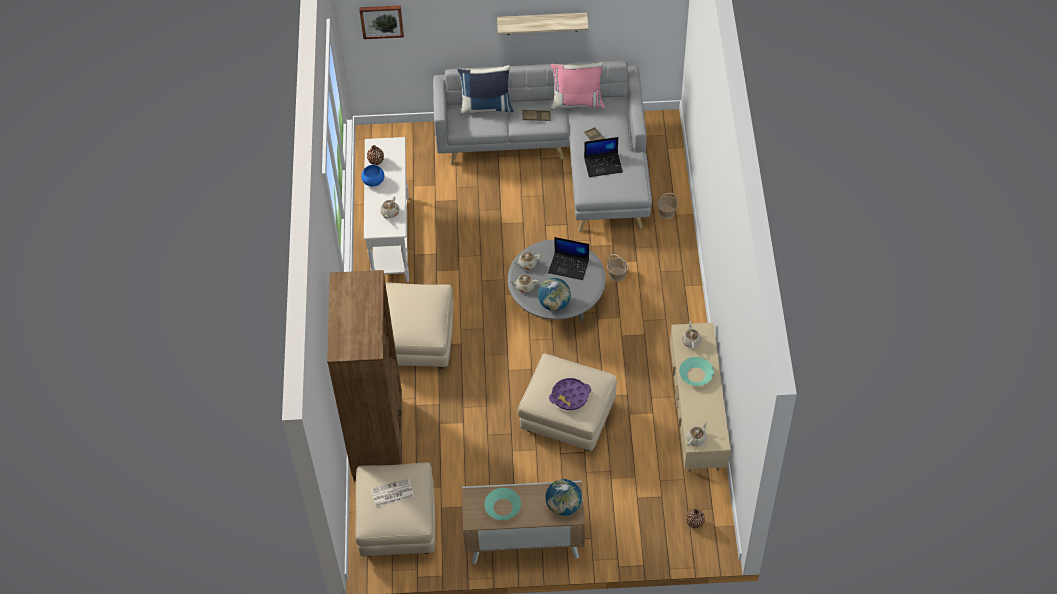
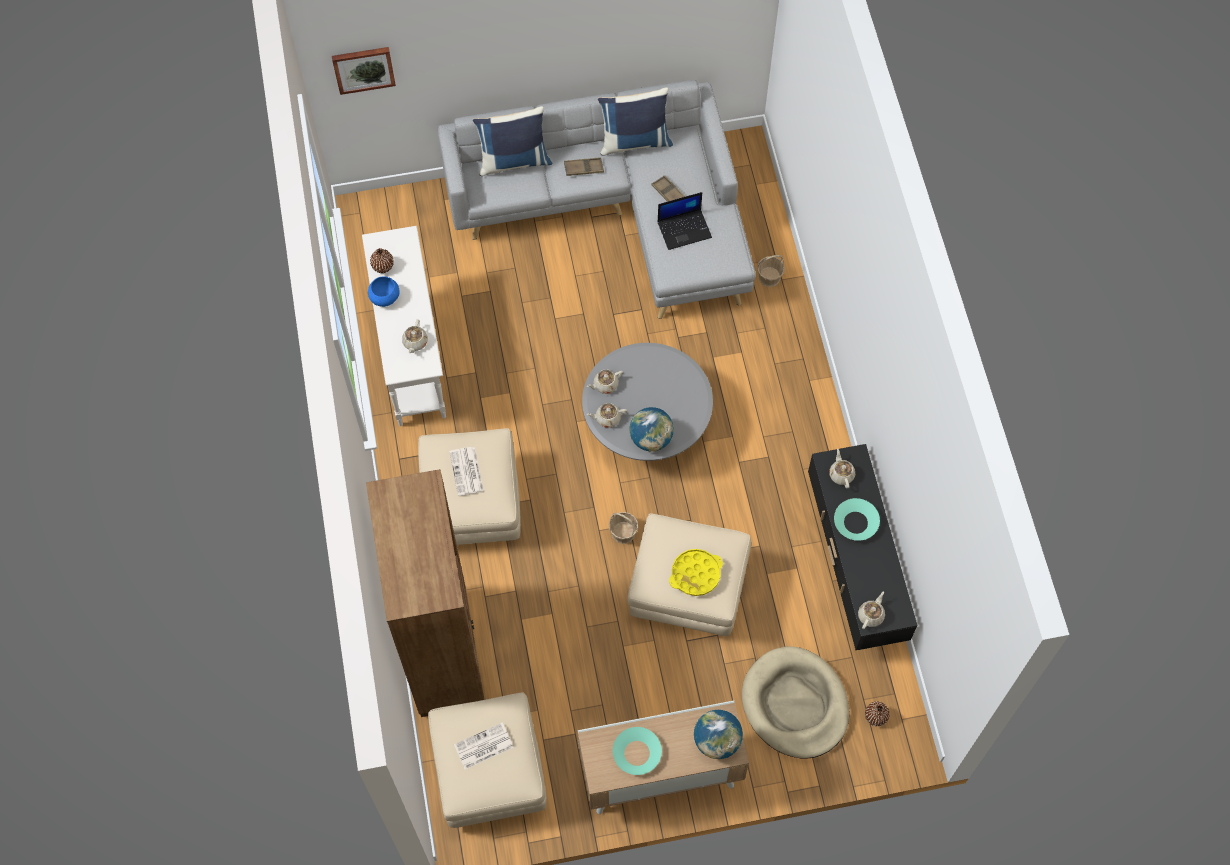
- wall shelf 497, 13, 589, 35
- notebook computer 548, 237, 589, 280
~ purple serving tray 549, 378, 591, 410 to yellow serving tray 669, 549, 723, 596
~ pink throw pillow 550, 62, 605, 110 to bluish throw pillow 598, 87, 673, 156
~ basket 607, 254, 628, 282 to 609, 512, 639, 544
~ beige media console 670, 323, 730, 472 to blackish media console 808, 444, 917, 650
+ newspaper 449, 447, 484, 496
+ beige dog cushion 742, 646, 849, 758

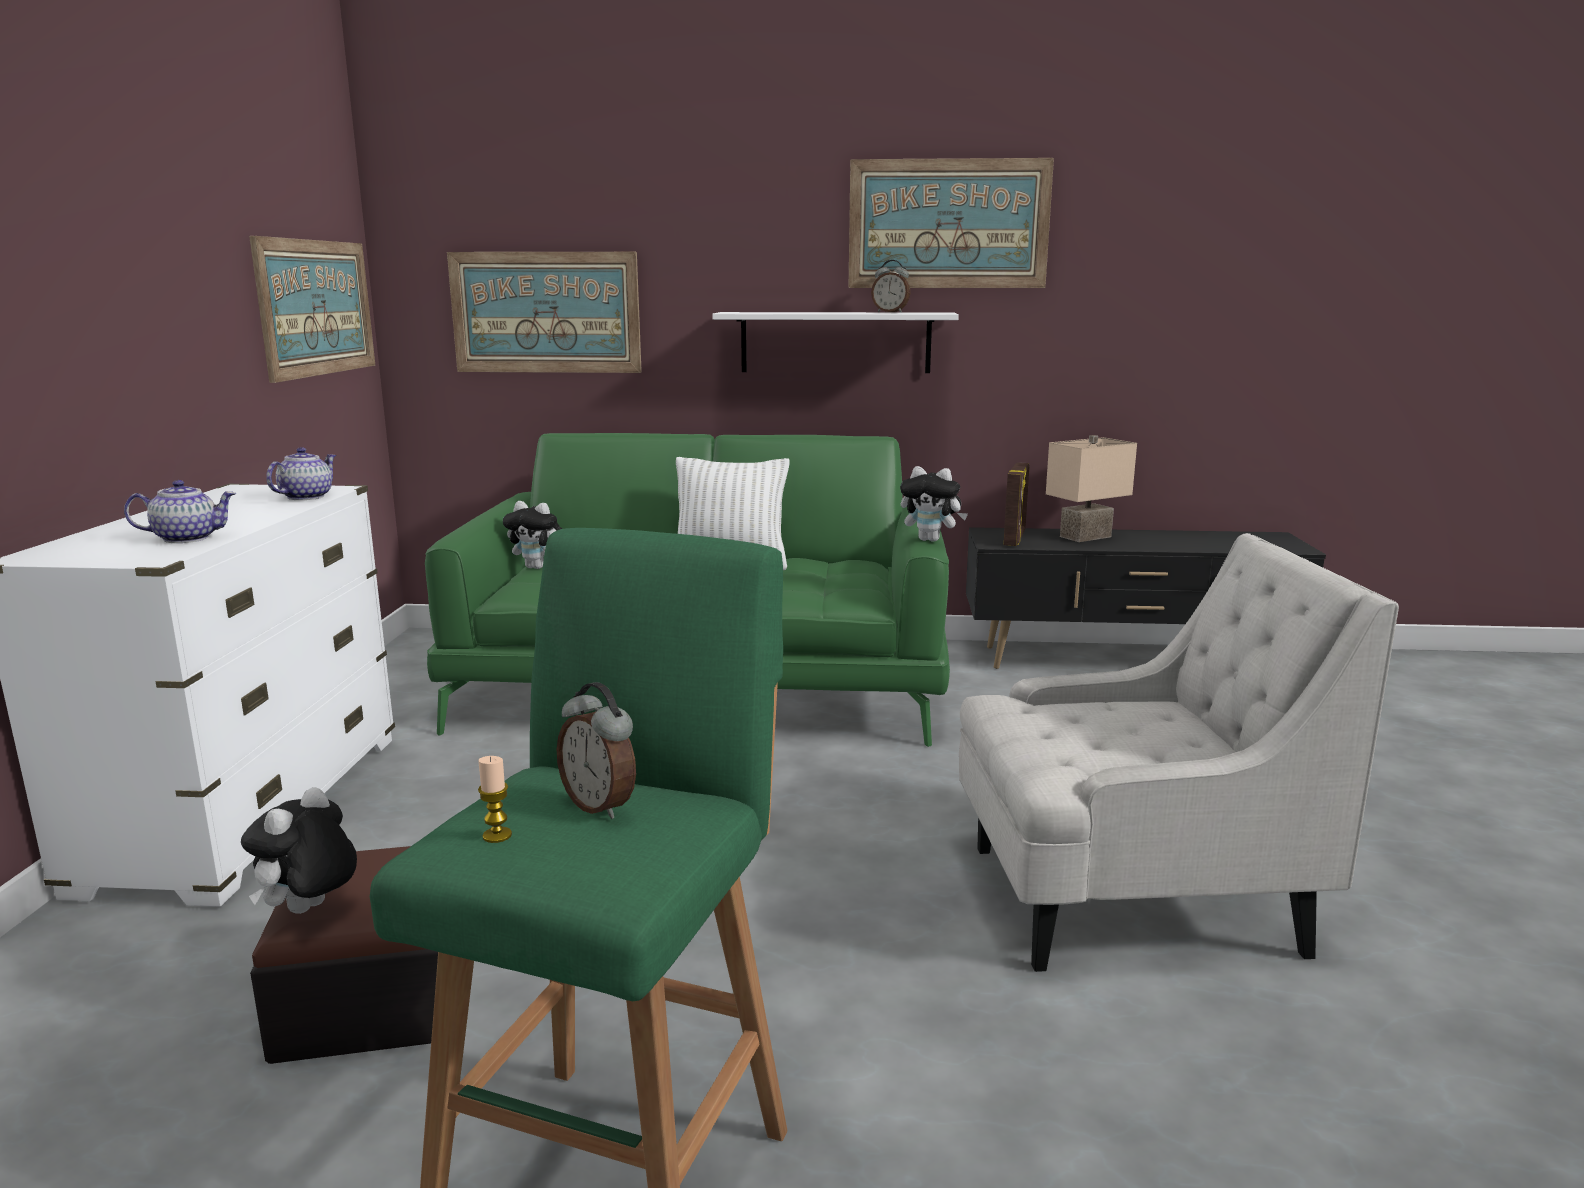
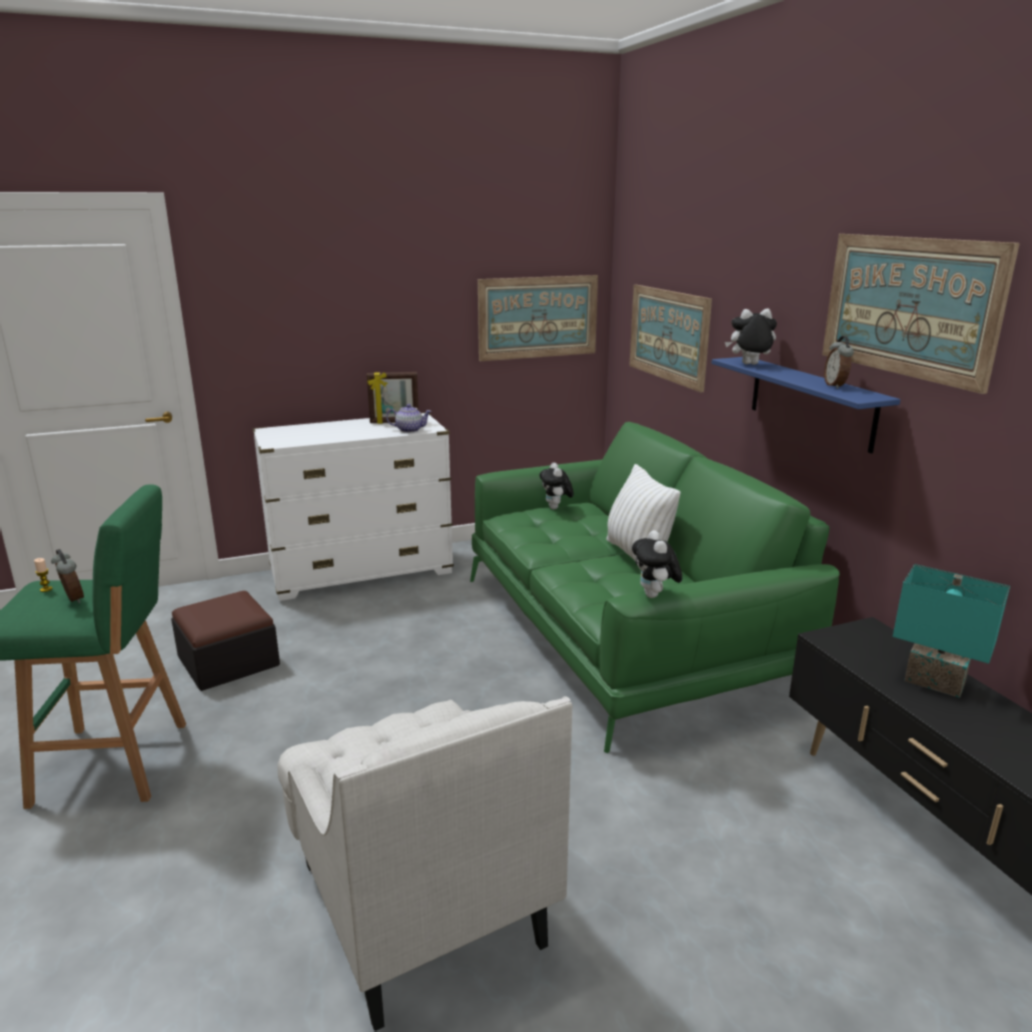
- tea pot 124, 480, 236, 543
~ soft toy 241, 787, 357, 914 to 725, 308, 777, 365
~ alarm clock 557, 682, 636, 819 = 51, 549, 84, 603 120 degrees clockwise
~ whitish wall shelf 713, 312, 959, 373 to bluish wall shelf 711, 357, 900, 454
~ picture frame 1003, 462, 1029, 546 to 367, 372, 419, 424
~ beige lamp for a table 1046, 435, 1137, 542 to turquoise-coloured lamp for a table 893, 564, 1010, 698

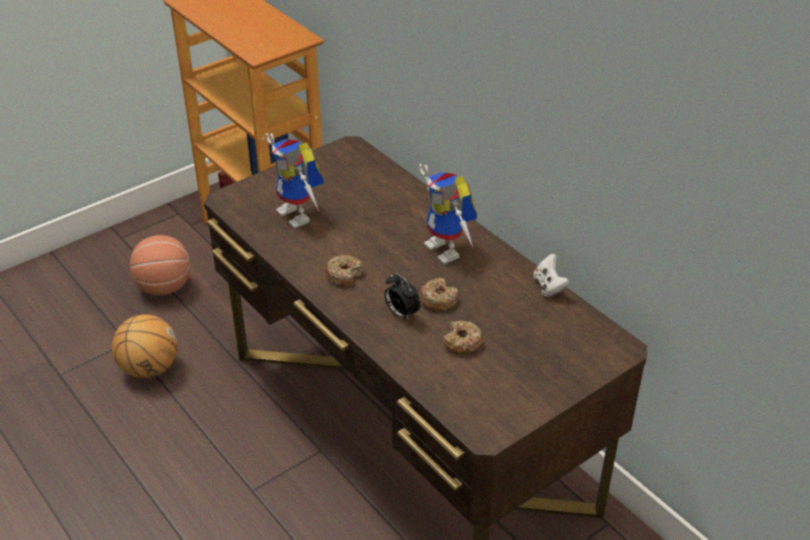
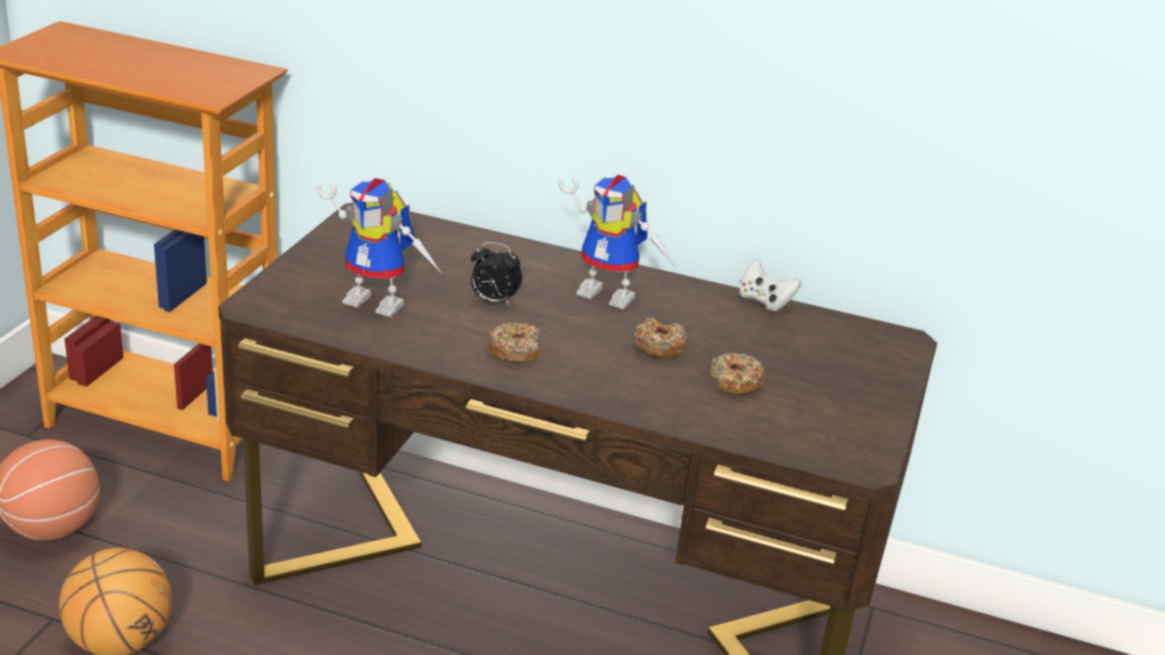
~ alarm clock 384, 273, 421, 320 to 471, 242, 522, 306

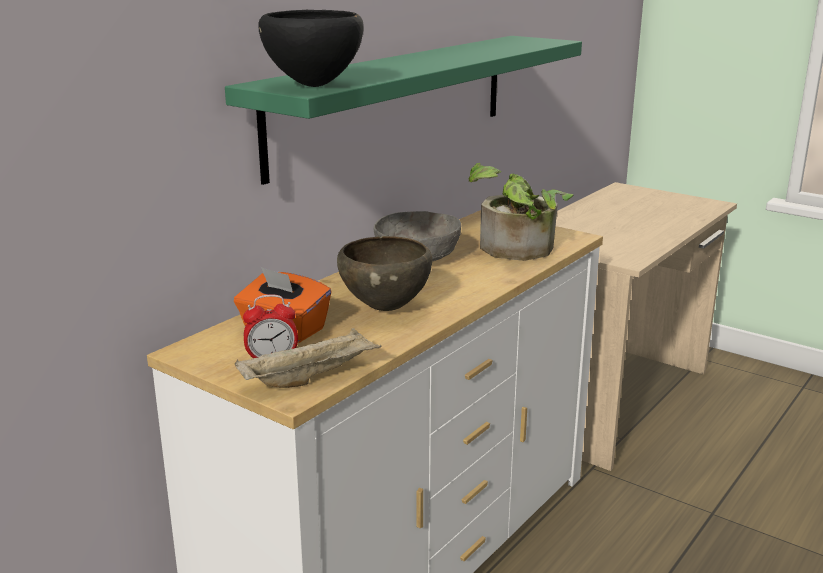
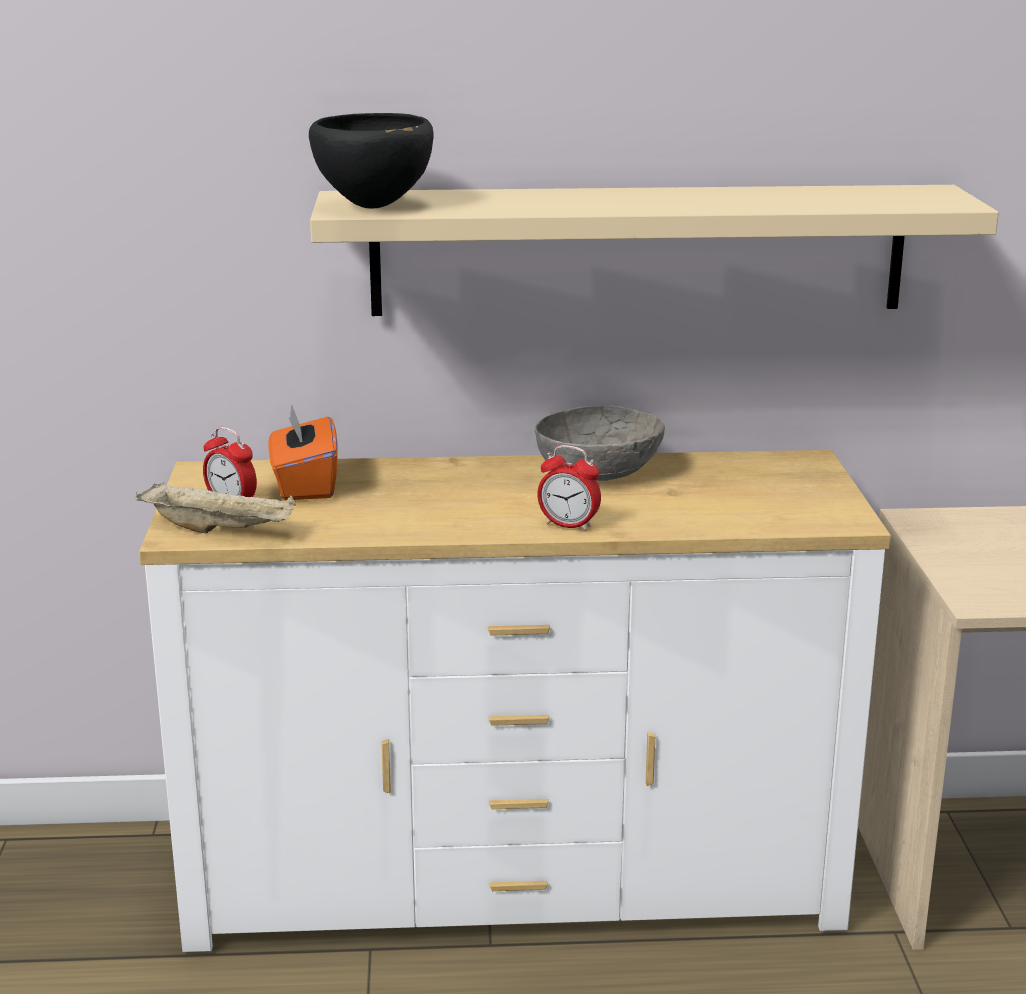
~ greenish wall shelf 225, 36, 582, 185 to beige wall shelf 310, 185, 999, 316
- brown serving bowl 337, 236, 432, 311
- houseplant 469, 163, 574, 261
+ alarm clock 537, 445, 601, 531

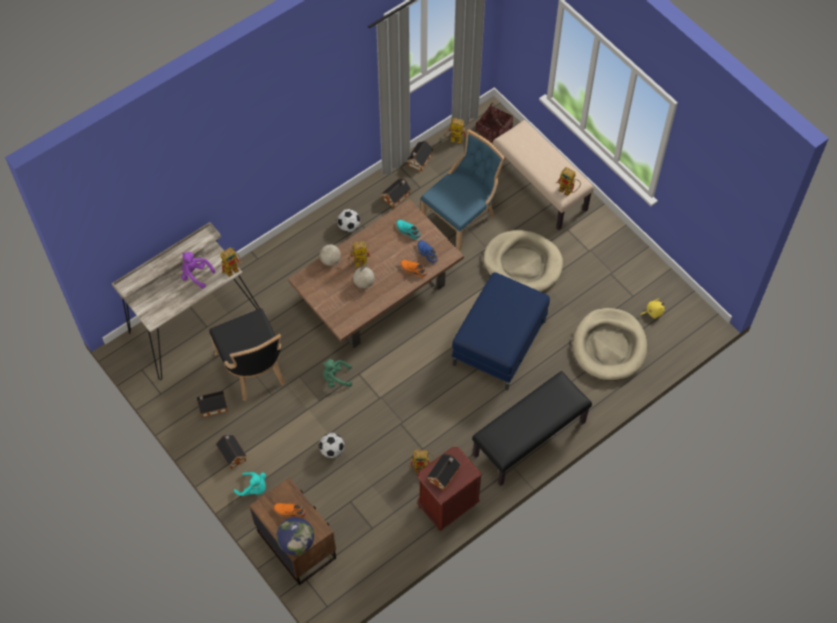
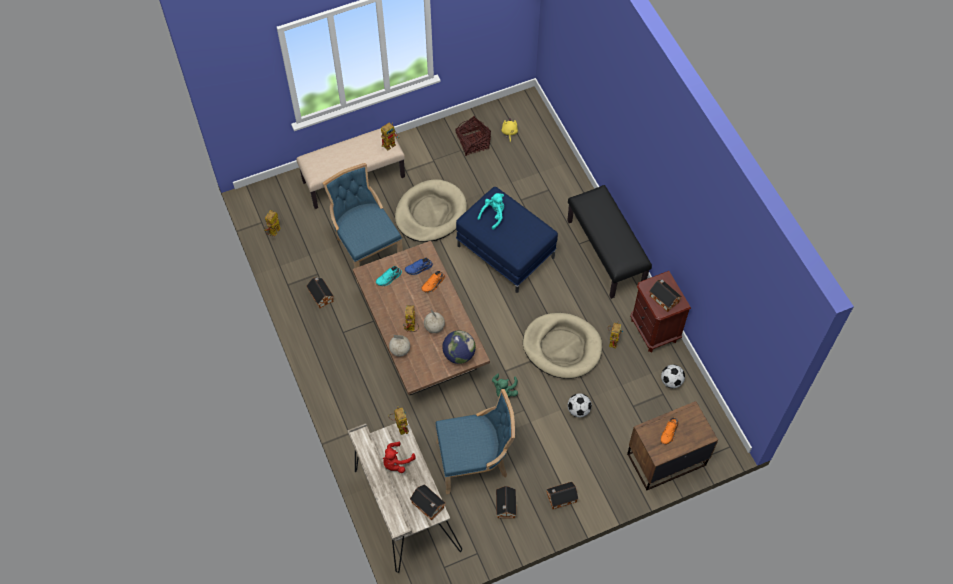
~ purple soft toy 181, 252, 215, 288 to red soft toy 383, 442, 416, 473
~ blackish chair 209, 308, 285, 401 to bluish chair 435, 389, 515, 494
~ turquoise-coloured soft toy 234, 472, 266, 496 to 478, 193, 504, 230
~ world globe 276, 517, 314, 555 to 442, 330, 476, 364
~ football ball 337, 209, 360, 232 to 661, 365, 685, 388
~ miniature house 407, 141, 433, 172 to 410, 484, 445, 520
~ basket 475, 103, 513, 144 to 455, 116, 491, 156
~ beige dog cushion 573, 308, 647, 381 to 523, 313, 602, 379

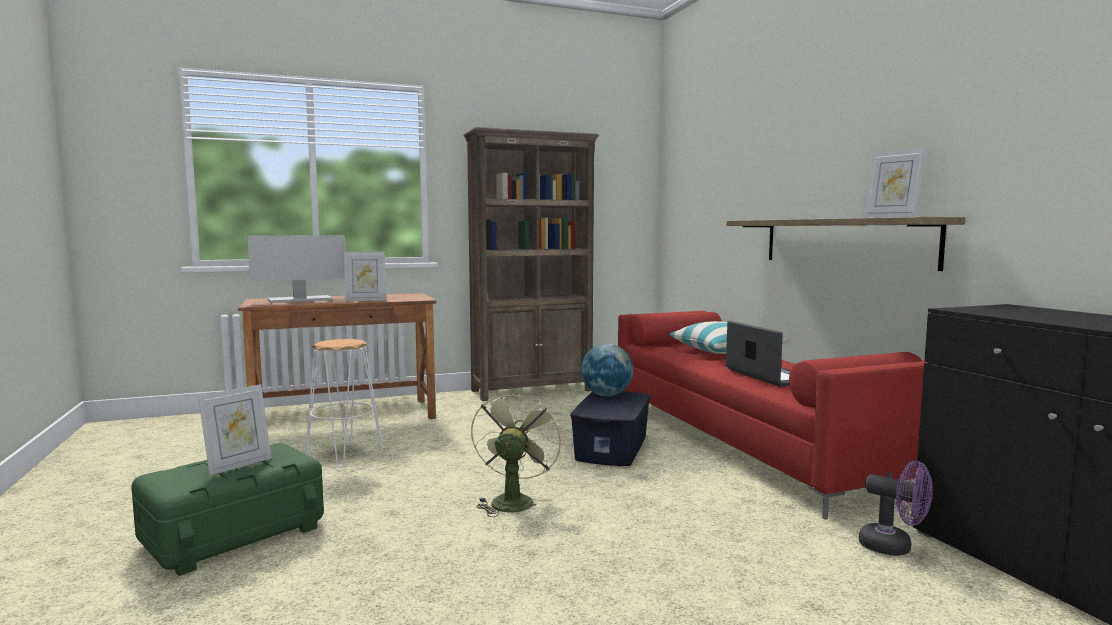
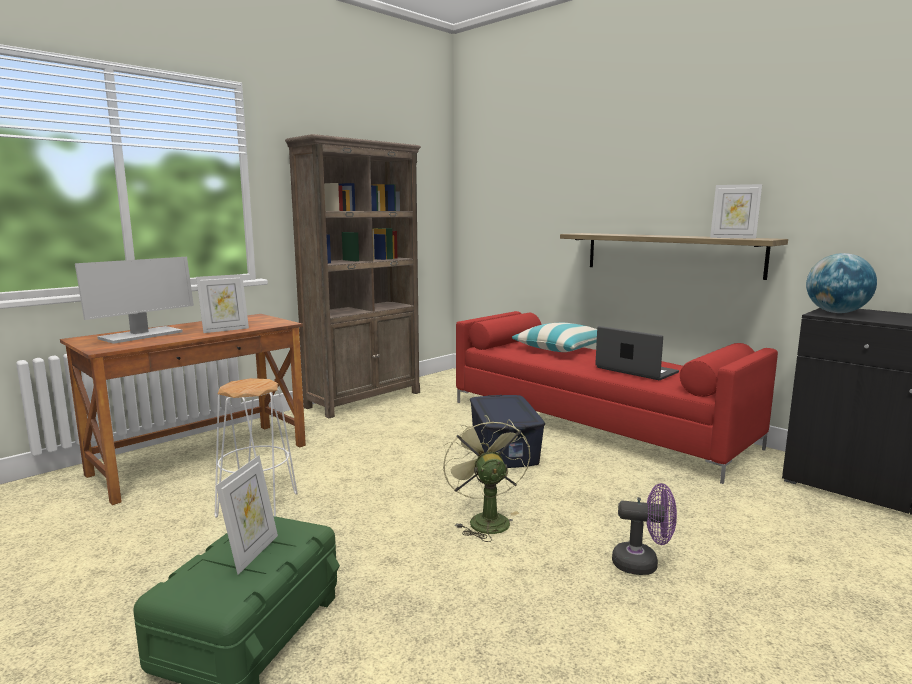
~ world globe 581, 344, 633, 396 to 806, 253, 877, 313
~ purple electric fan 859, 461, 933, 556 to 612, 483, 677, 575

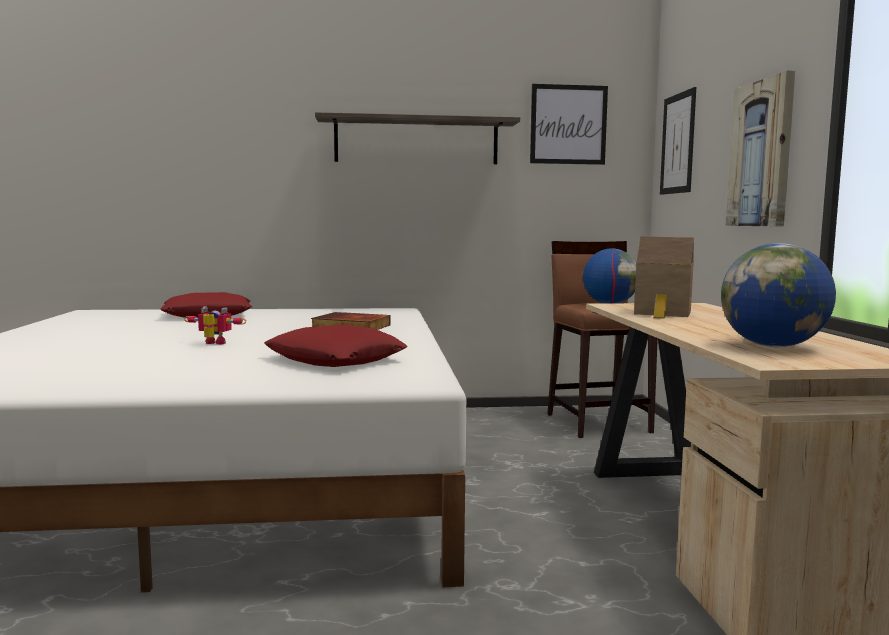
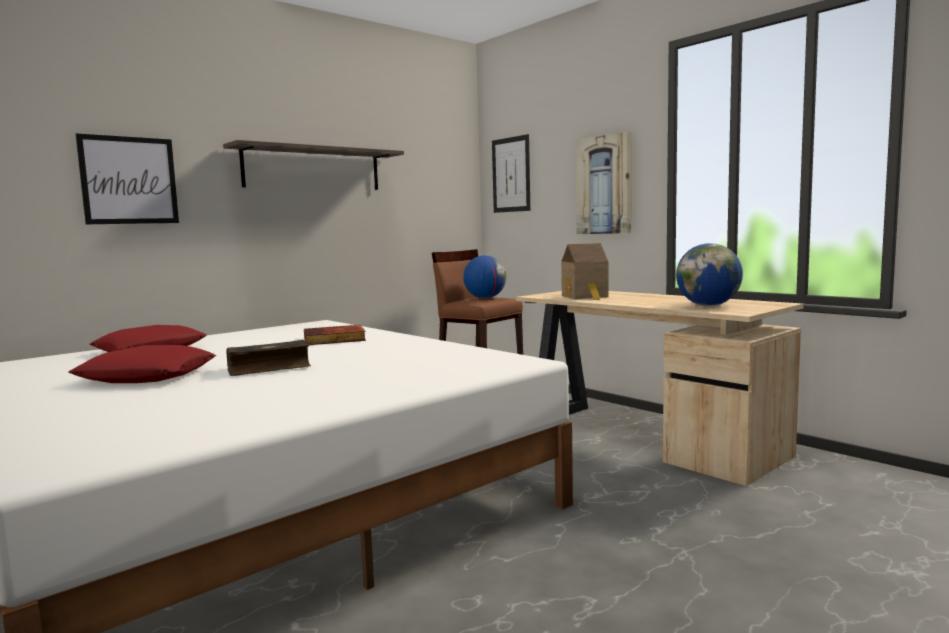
~ model robot 184, 306, 246, 345 to volume 226, 340, 311, 376
~ red throw pillow 264, 324, 408, 367 to 68, 345, 216, 383
~ wall picture 530, 84, 608, 165 to 76, 133, 179, 224

